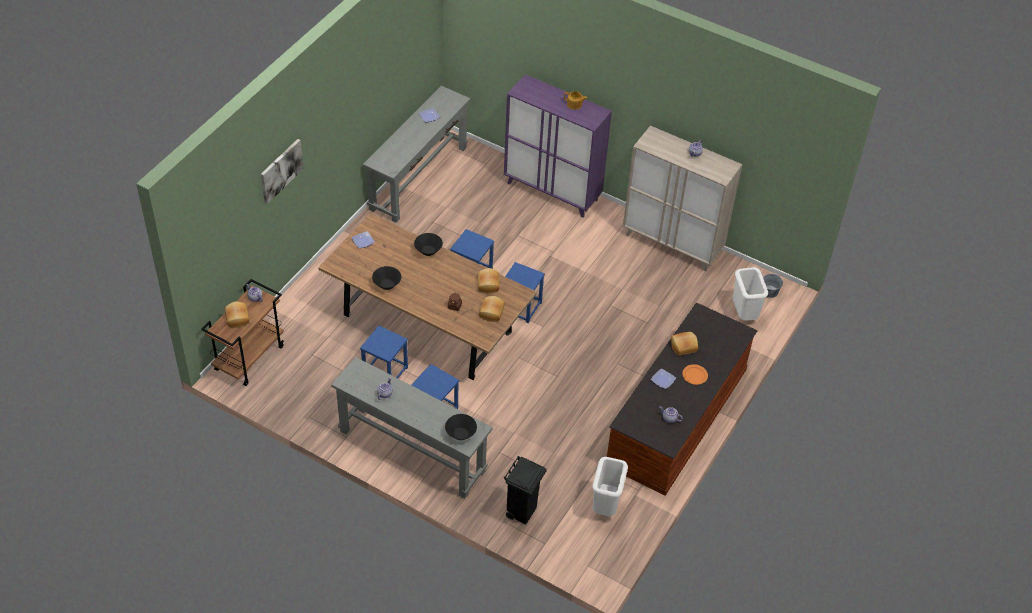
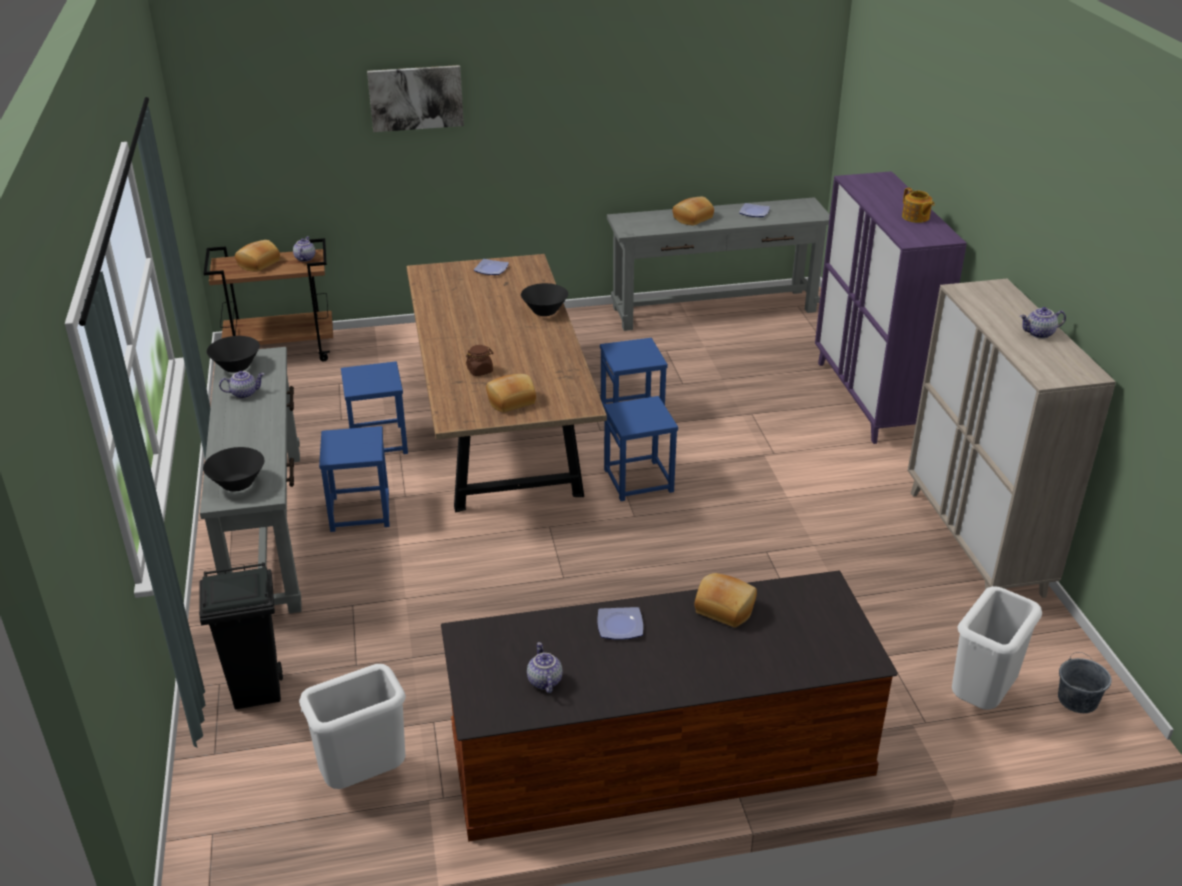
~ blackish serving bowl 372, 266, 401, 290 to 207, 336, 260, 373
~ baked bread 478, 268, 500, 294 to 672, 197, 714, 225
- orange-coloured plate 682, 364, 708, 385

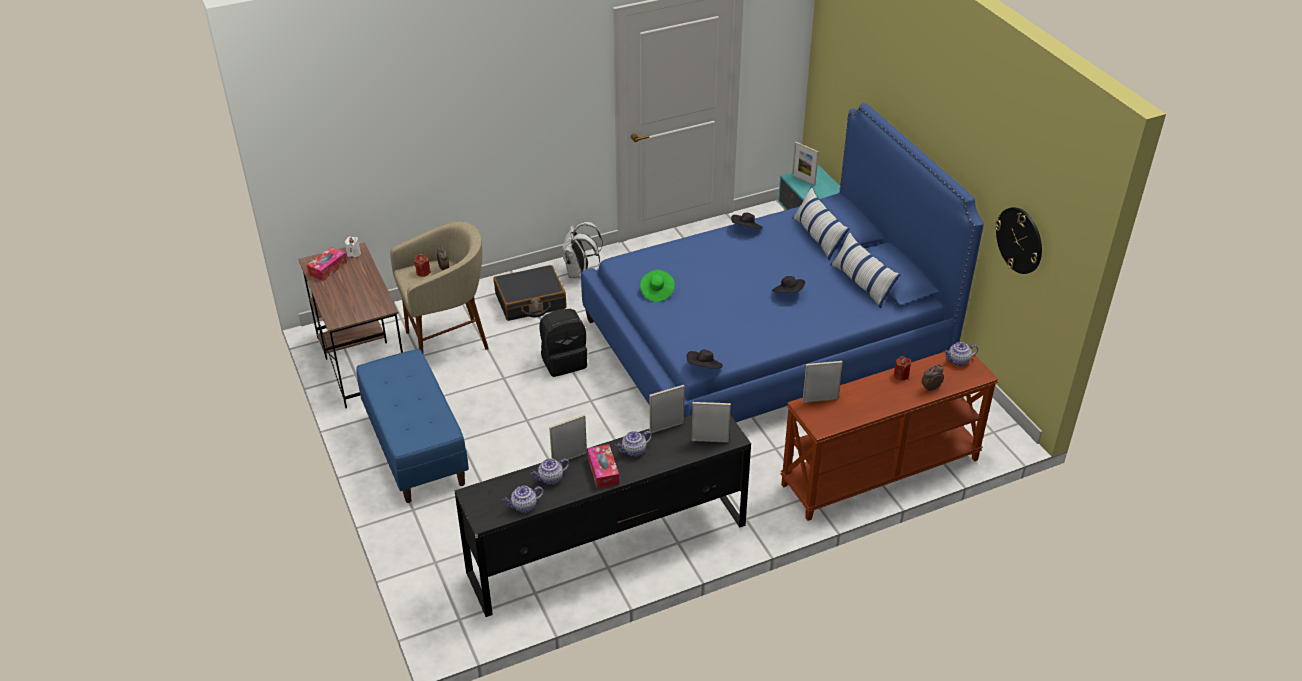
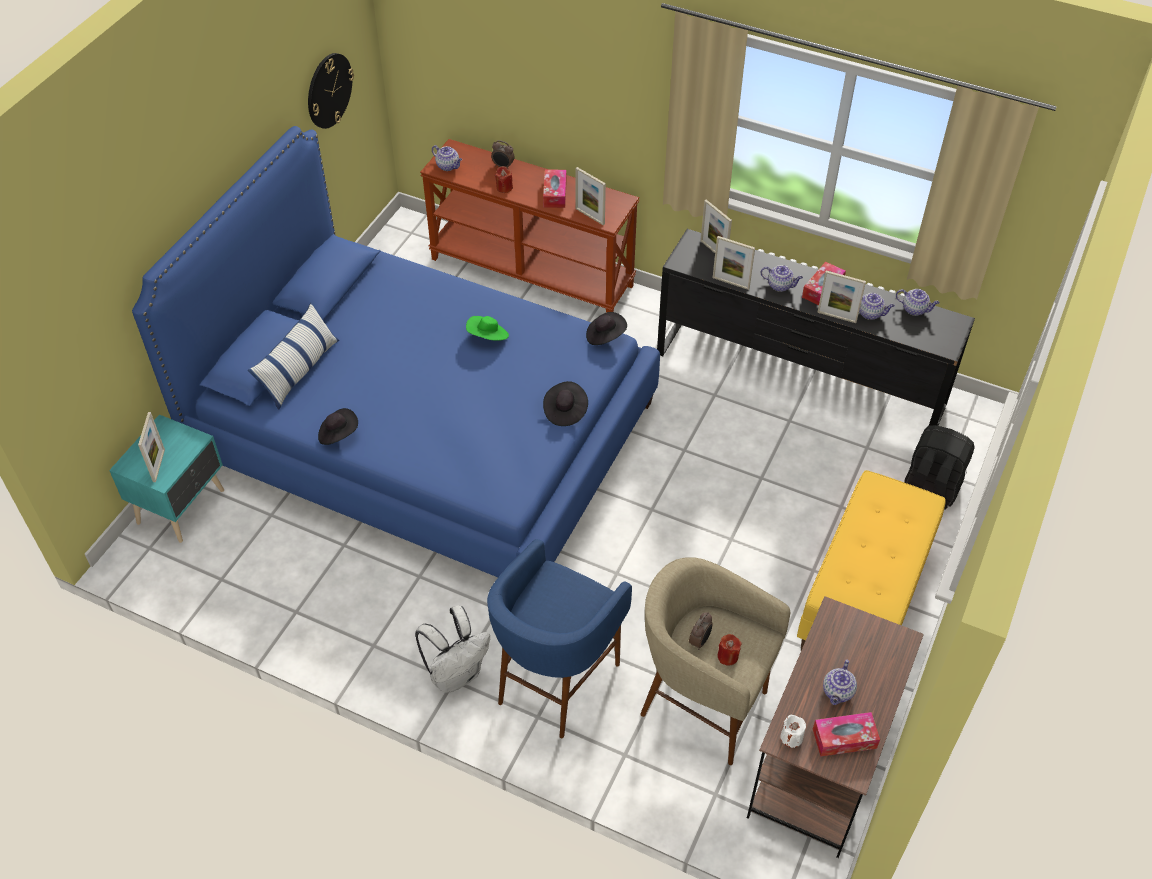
~ bluish long seat 356, 349, 469, 503 to yellow long seat 797, 470, 946, 650
~ blackish suitcase 493, 265, 566, 321 to bluish stool 487, 539, 632, 738
~ blackish knapsack 539, 309, 587, 377 to 904, 425, 975, 509
~ greenish clothing hat 640, 270, 675, 302 to 466, 316, 509, 341
~ blackish clothing hat 772, 276, 805, 293 to 543, 381, 588, 426
- throw pillow 830, 231, 901, 308
+ tissue holder 543, 169, 567, 208
+ tea pot 823, 660, 857, 705

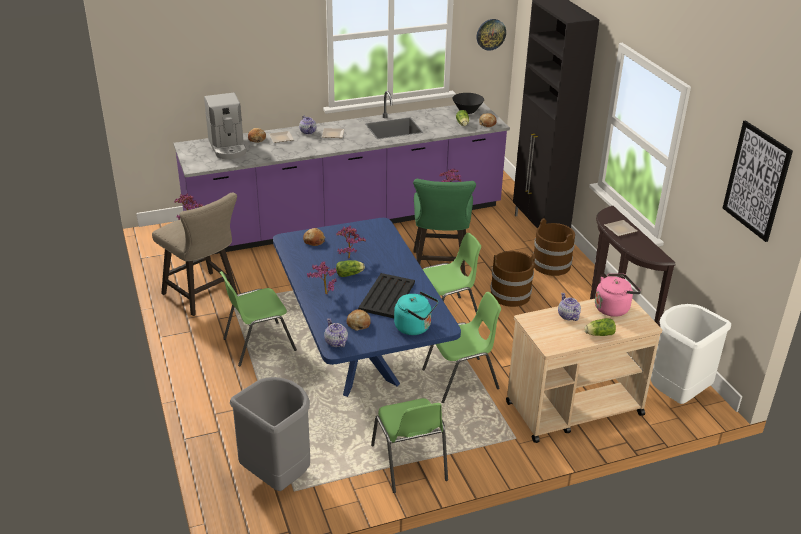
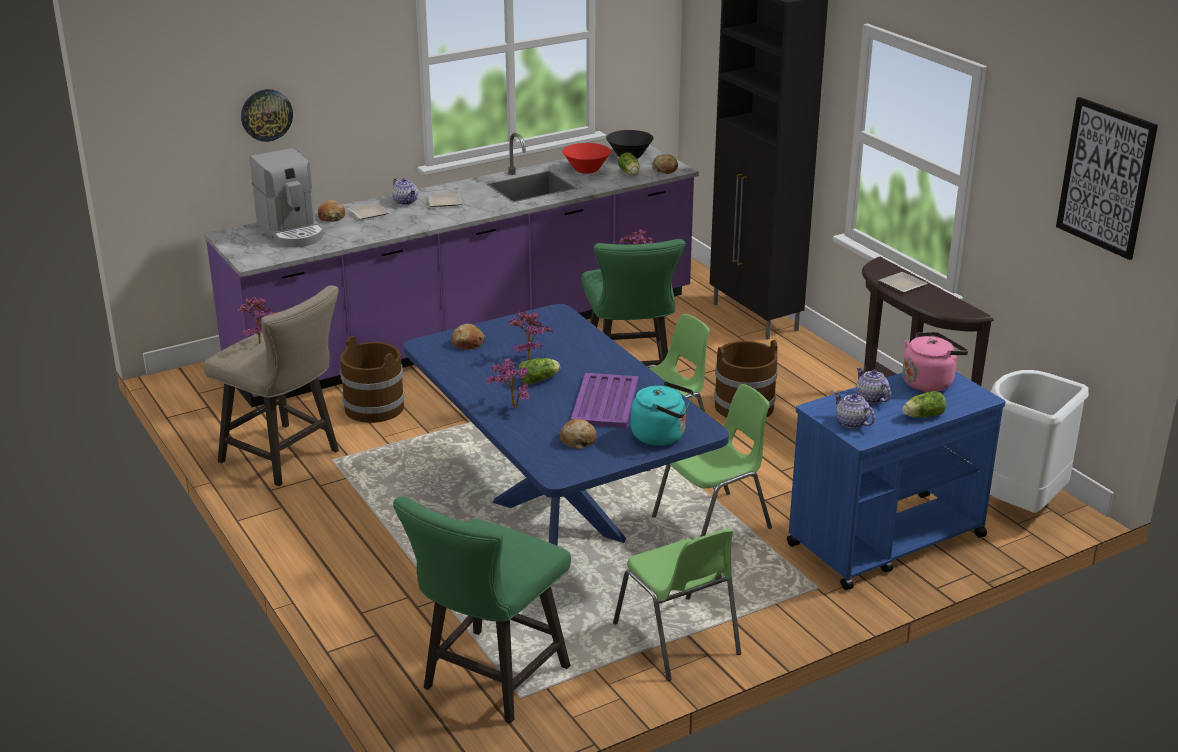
- greenish chair 220, 271, 297, 366
~ grey rubbish bin 230, 377, 310, 491 to greenish stool 393, 496, 571, 724
~ tea pot 324, 318, 348, 347 to 833, 391, 875, 428
~ blackish serving tray 358, 273, 415, 318 to purple serving tray 571, 373, 638, 428
~ wall clock 477, 19, 506, 51 to 241, 89, 293, 142
~ beige trolley 506, 298, 662, 443 to bluish trolley 787, 371, 1006, 590
~ brown water bucket 533, 218, 575, 276 to 340, 336, 405, 423
+ red serving bowl 563, 143, 611, 174

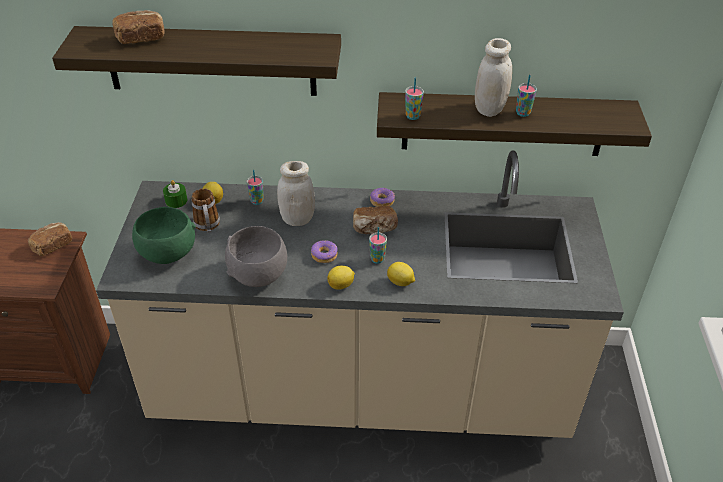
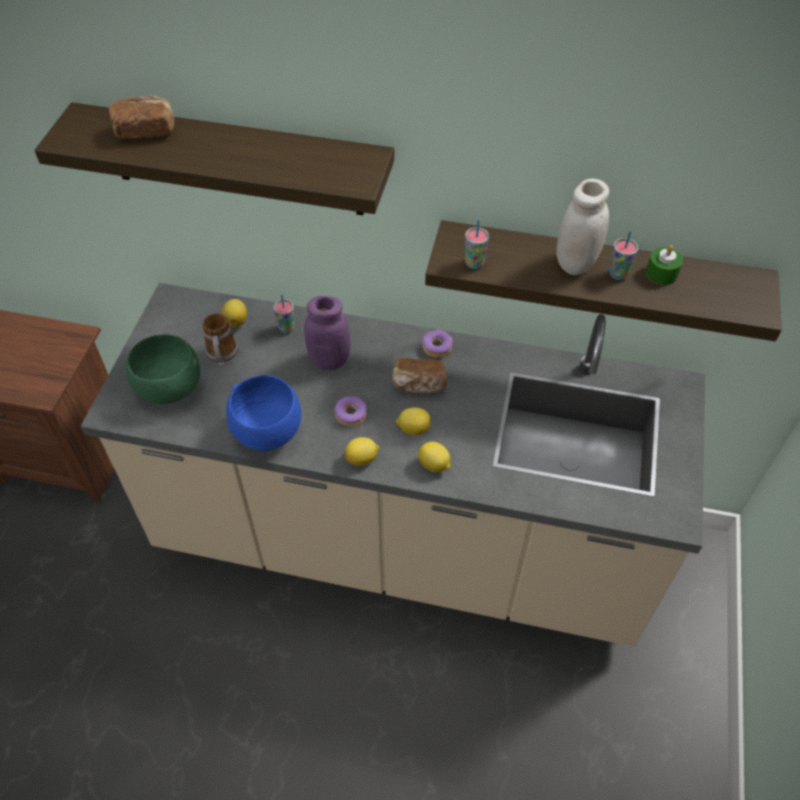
- baked bread 28, 222, 72, 256
~ greenish wax light 163, 180, 187, 208 to 646, 245, 683, 285
~ grey serving bowl 225, 226, 287, 287 to bluish serving bowl 226, 375, 301, 451
~ whitish preserve jar 277, 161, 315, 226 to purple preserve jar 304, 296, 350, 370
~ small cup 369, 227, 387, 264 to citrus fruit 396, 407, 431, 436

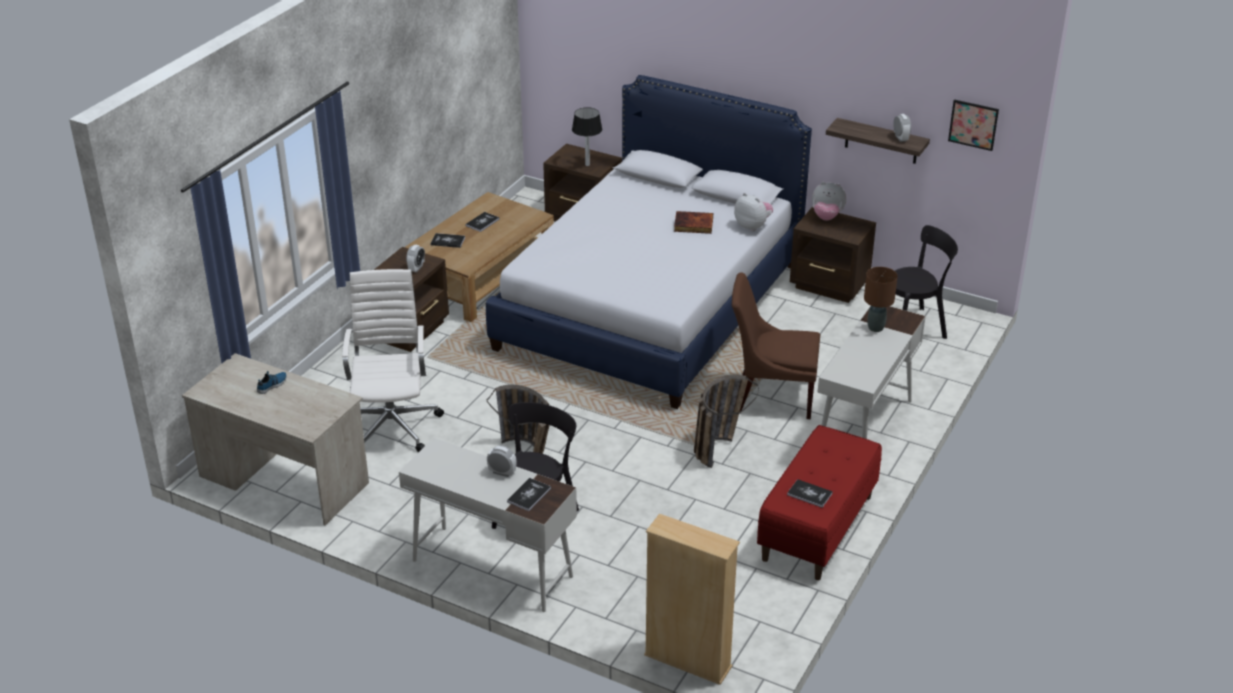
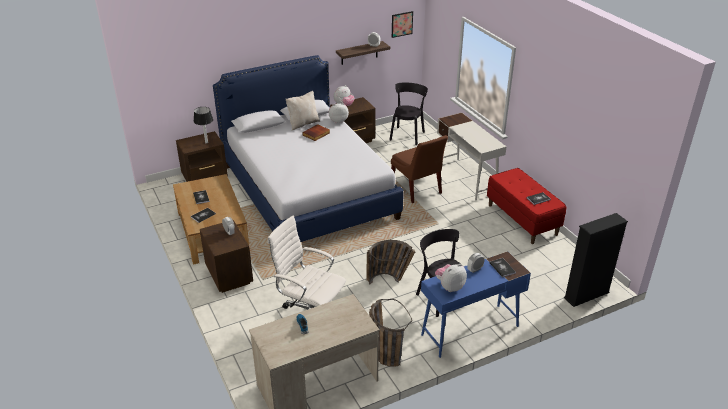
~ whitish desk 399, 438, 577, 612 to bluish desk 421, 251, 531, 358
~ beige bookcase 644, 514, 740, 685 to blackish bookcase 564, 213, 628, 307
~ basket 694, 374, 759, 468 to 369, 299, 412, 367
~ brown chair 732, 273, 820, 419 = 391, 135, 448, 203 75 degrees counterclockwise
- brown lamp for a table 864, 267, 898, 332
+ beige throw pillow 286, 91, 320, 130
+ soft toy 435, 264, 467, 292

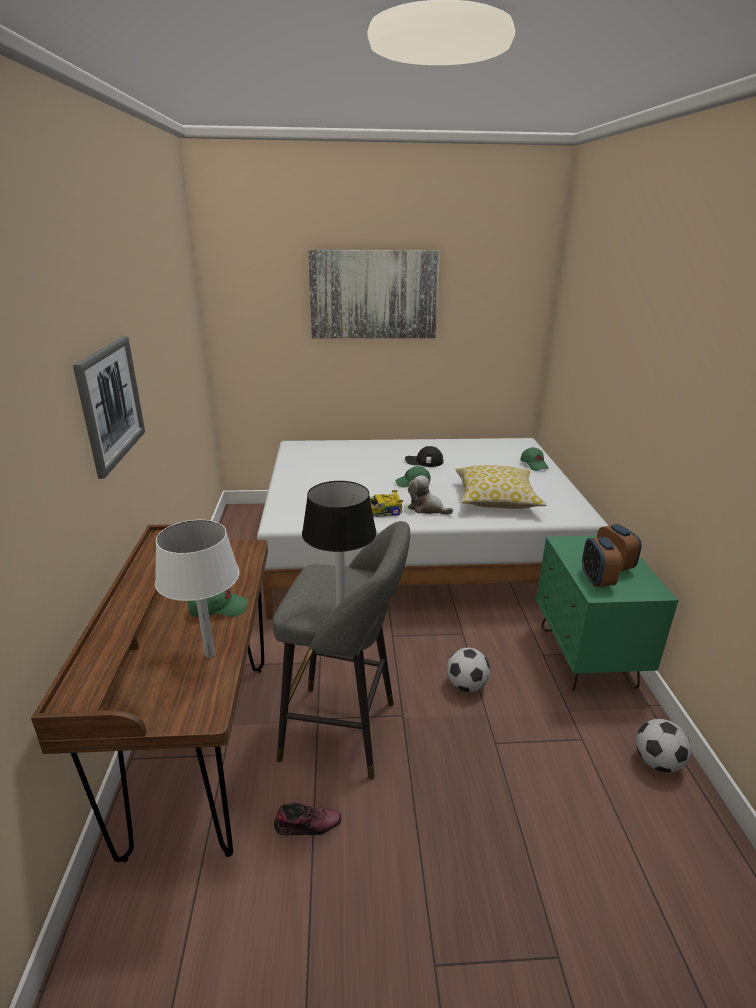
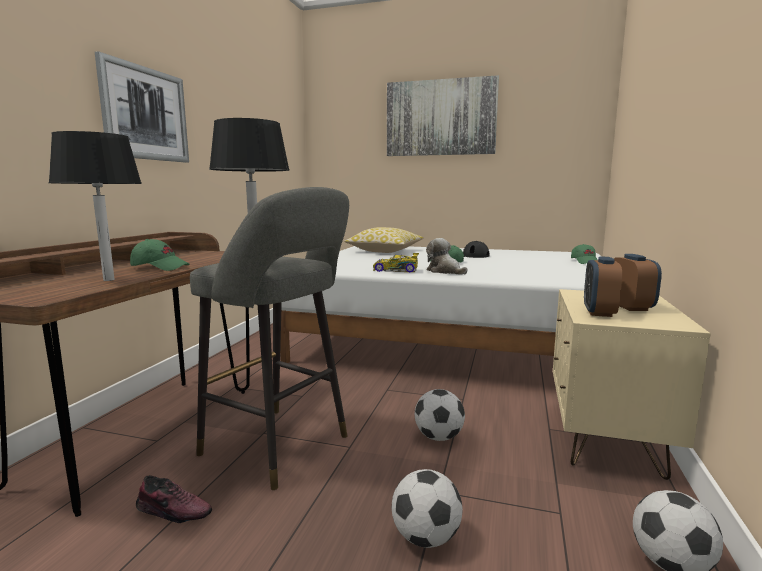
~ whitish lamp for a table 155, 520, 240, 658 to blackish lamp for a table 48, 131, 142, 281
~ throw pillow 455, 465, 546, 509 to 344, 227, 424, 253
~ greenish nightstand 536, 536, 679, 691 to beige nightstand 553, 289, 711, 480
+ football ball 392, 469, 463, 548

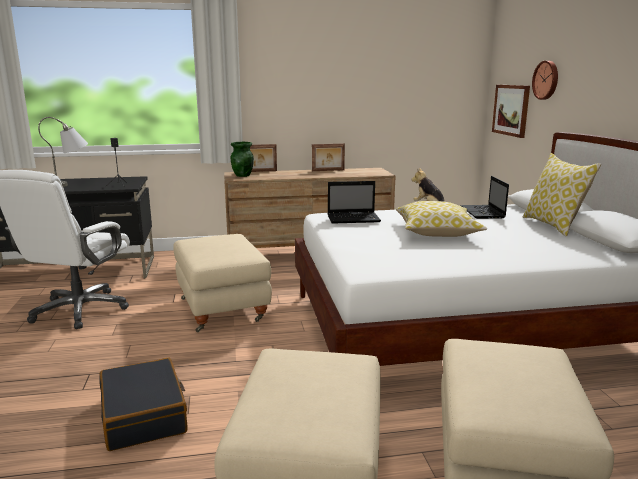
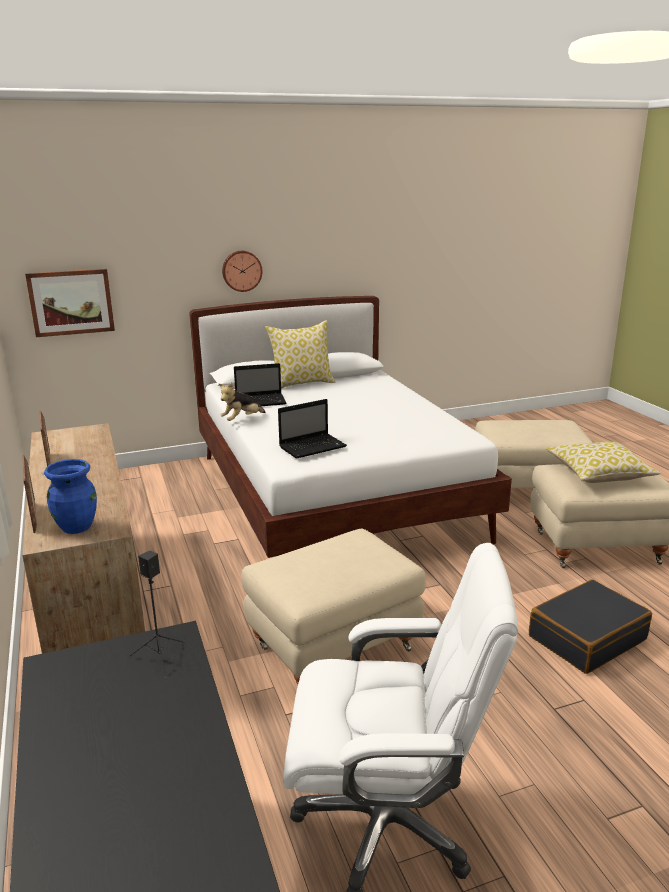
- grey lamp for a table 38, 117, 88, 187
~ greenish vase 231, 142, 254, 177 to bluish vase 44, 459, 97, 534
~ notebook computer 328, 181, 381, 224 = 278, 399, 347, 459 75 degrees clockwise
~ throw pillow 396, 201, 487, 237 to 546, 442, 661, 483
~ wall clock 532, 61, 558, 100 to 222, 251, 262, 292

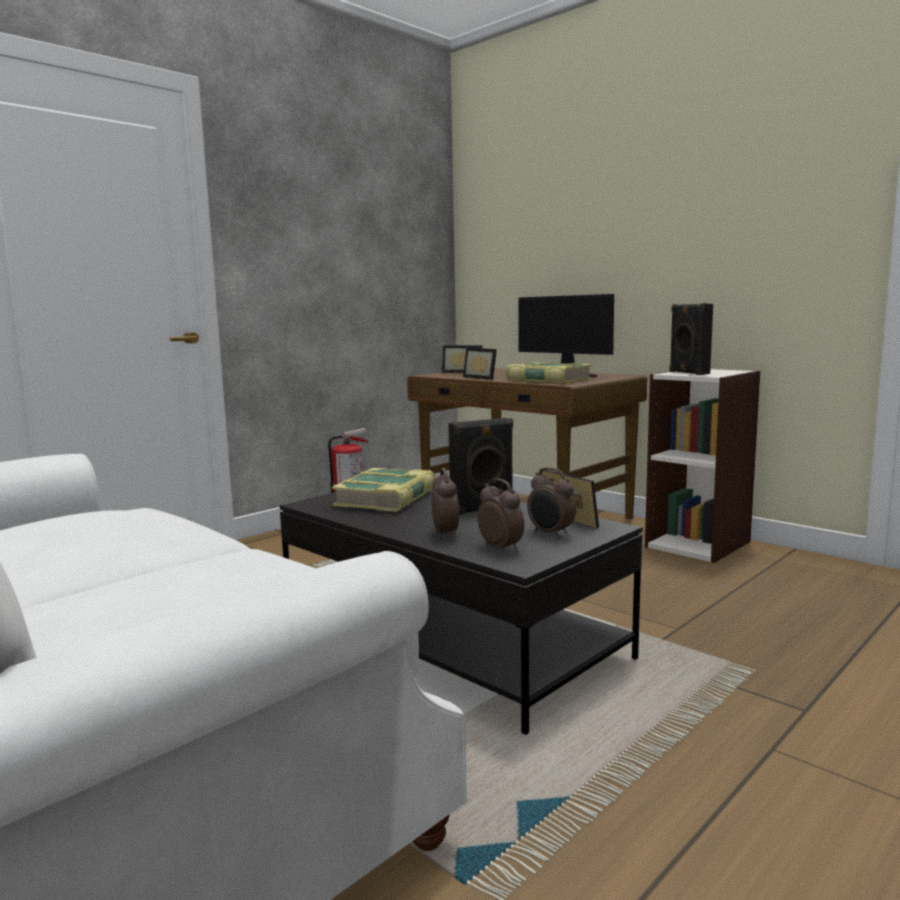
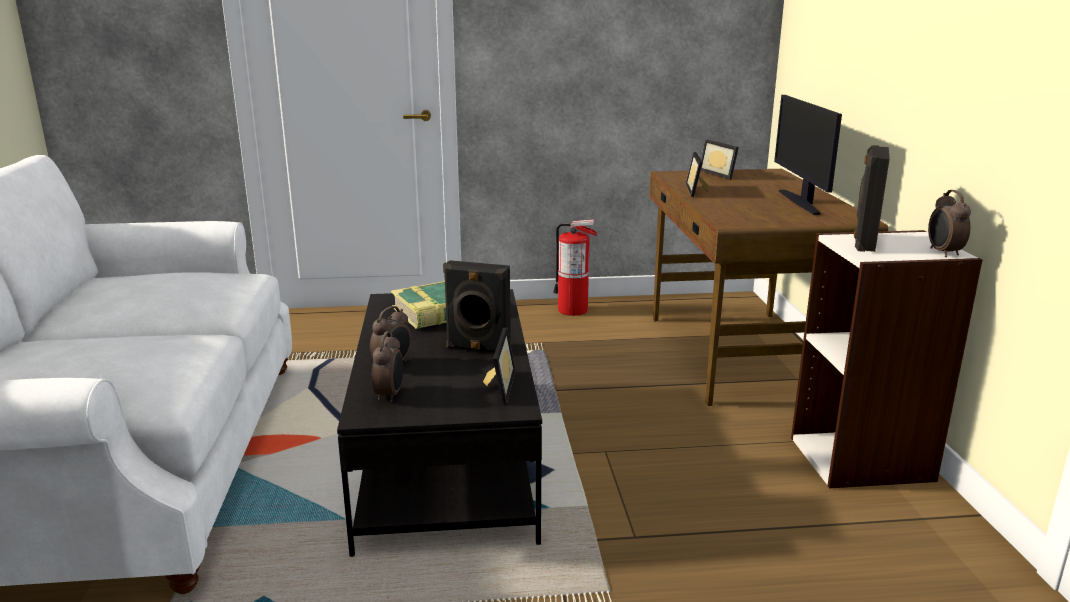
- volume 506, 362, 592, 384
~ alarm clock 527, 467, 576, 538 to 928, 190, 971, 257

